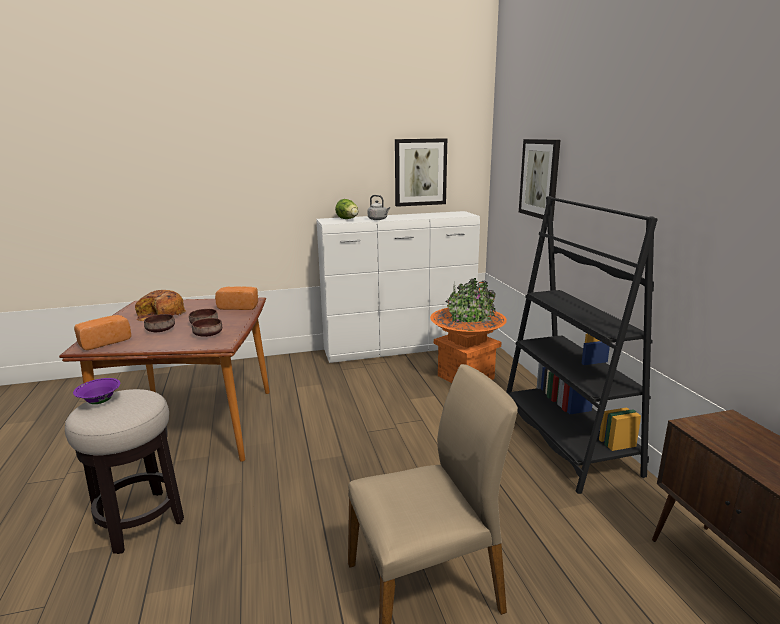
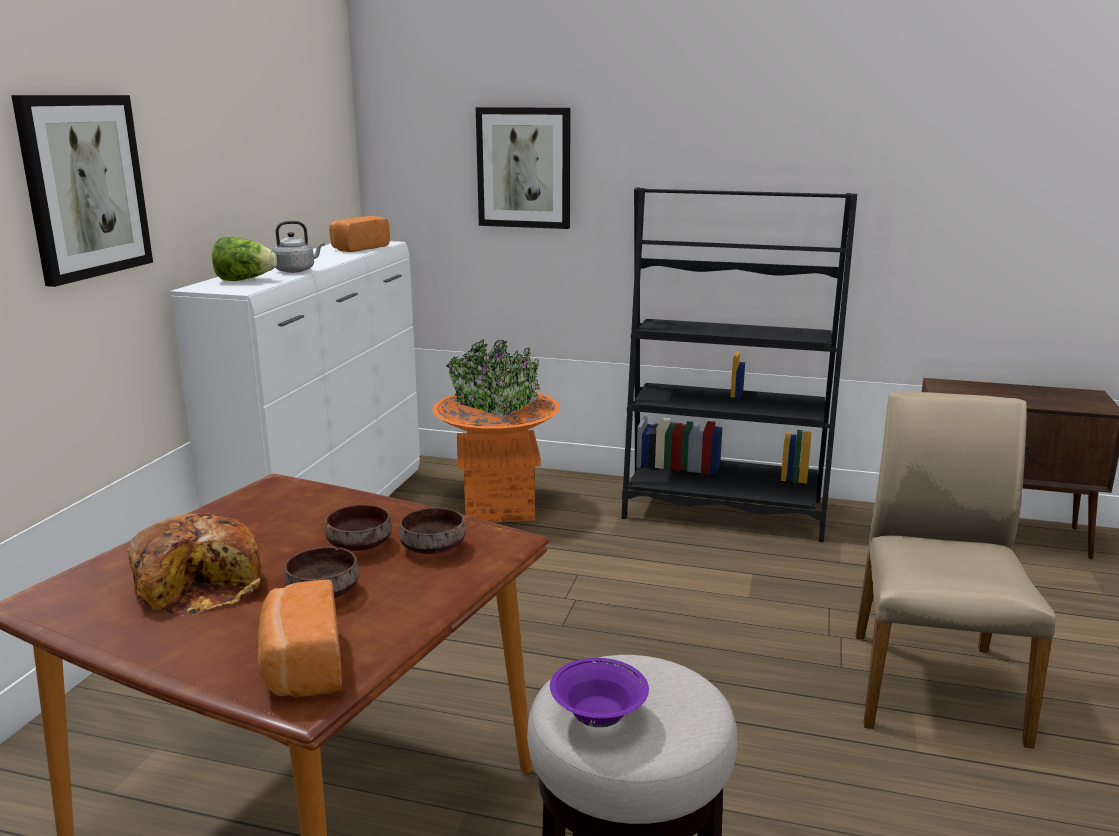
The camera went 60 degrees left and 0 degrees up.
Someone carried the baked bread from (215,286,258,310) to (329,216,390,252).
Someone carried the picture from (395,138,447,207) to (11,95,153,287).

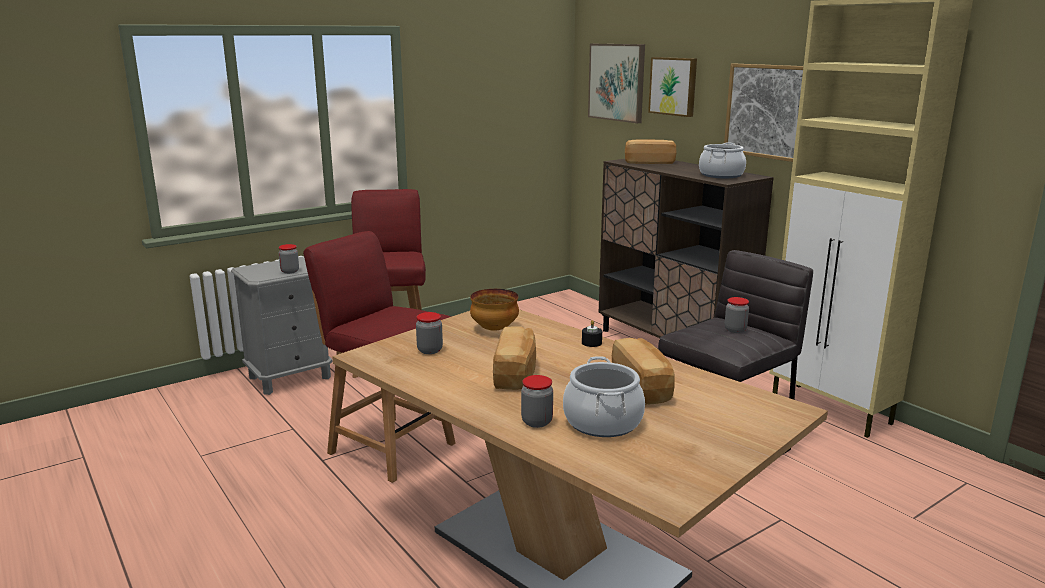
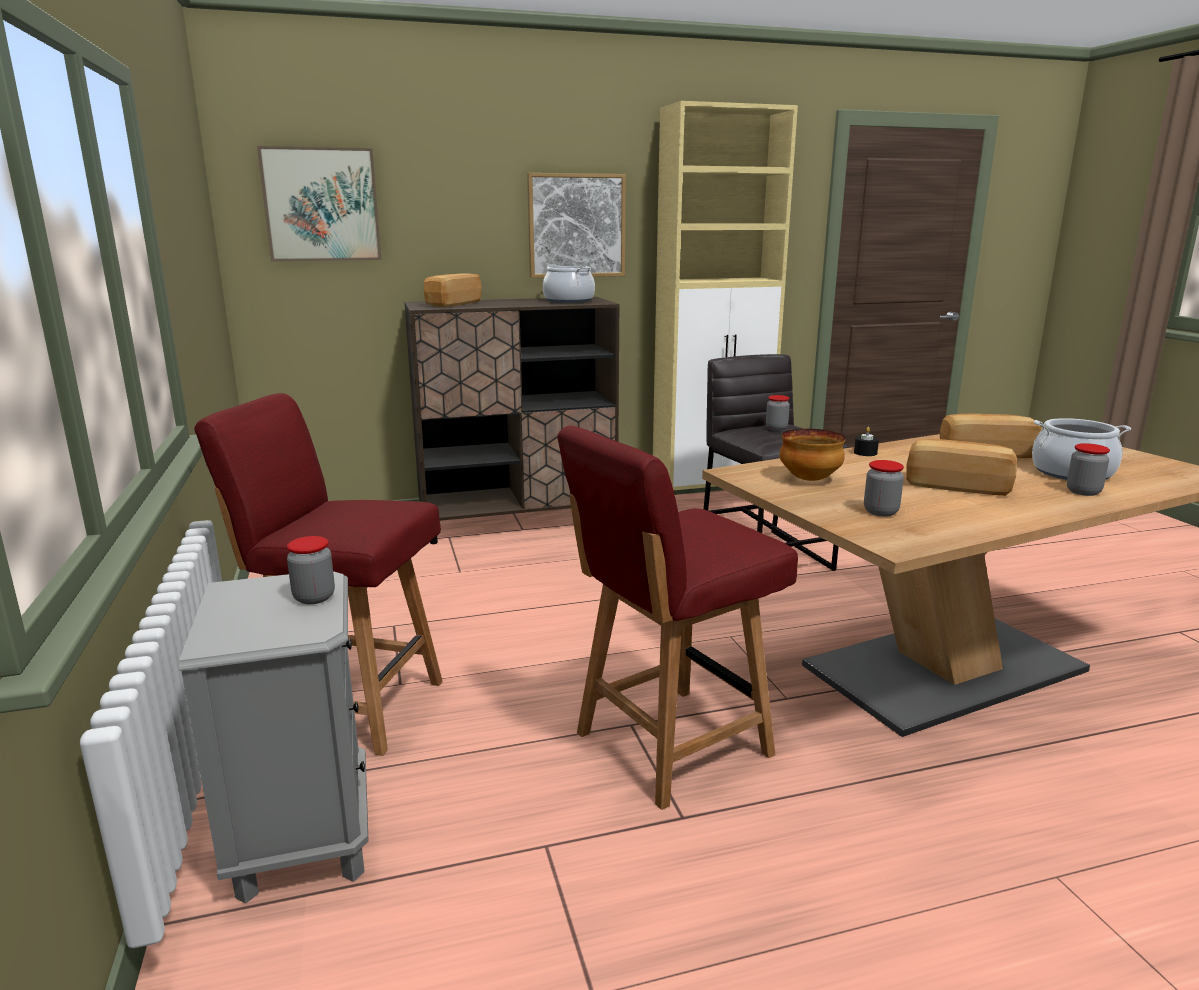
The camera went 70 degrees left and 0 degrees up.
Someone took away the picture at (648,57,697,117).

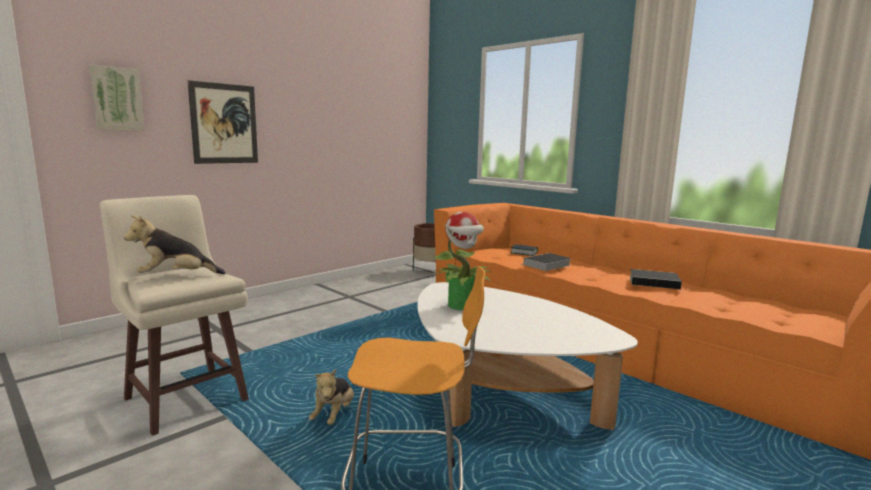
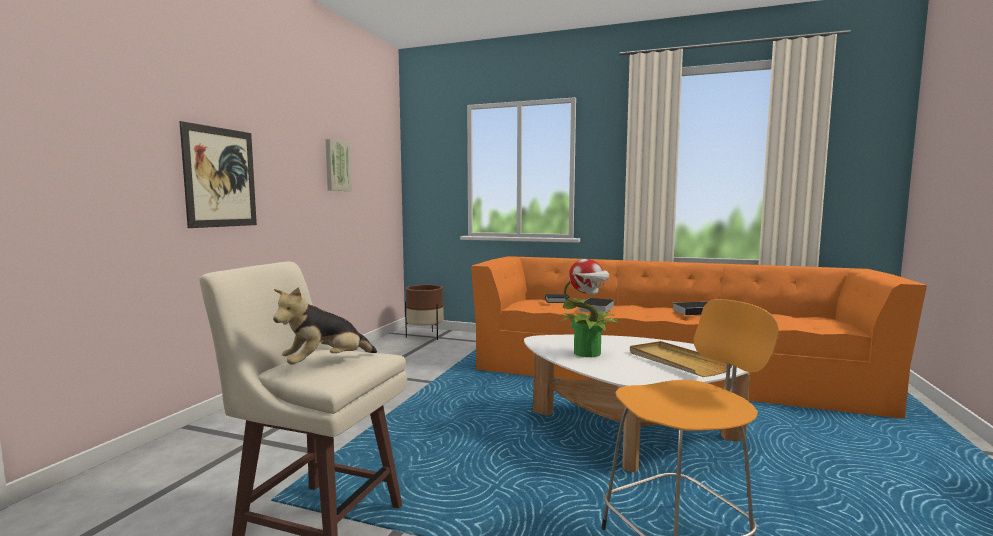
The camera went 25 degrees left and 5 degrees down.
Someone carried the picture from (89,65,145,131) to (325,139,352,191).
Someone took away the plush toy at (309,369,354,425).
Someone put down the tray/sand-coloured at (630,341,733,377).

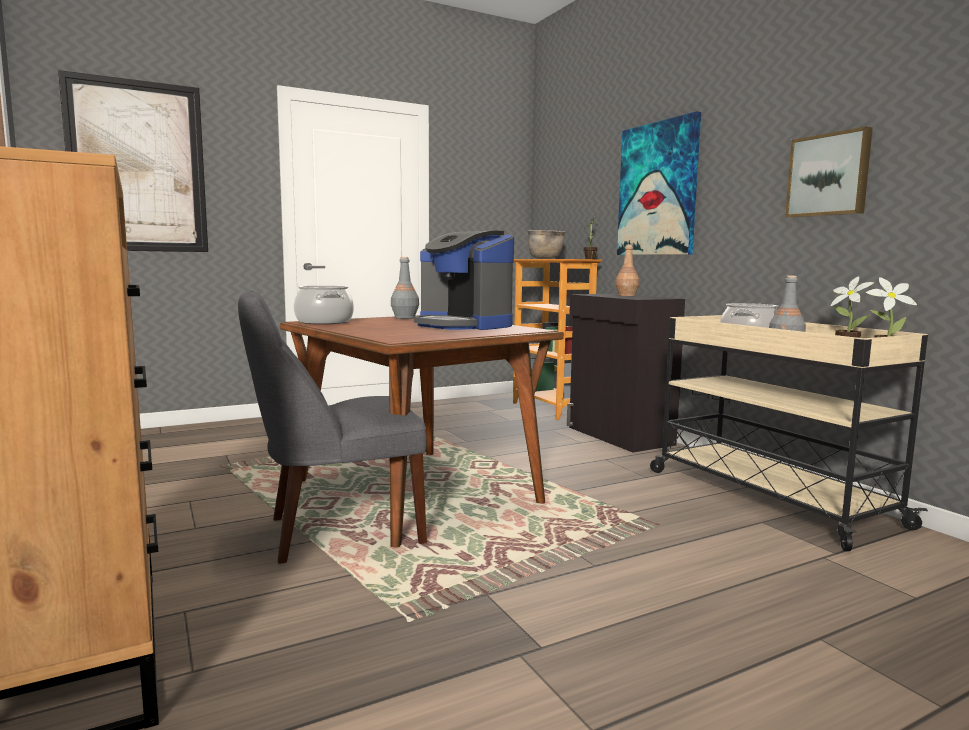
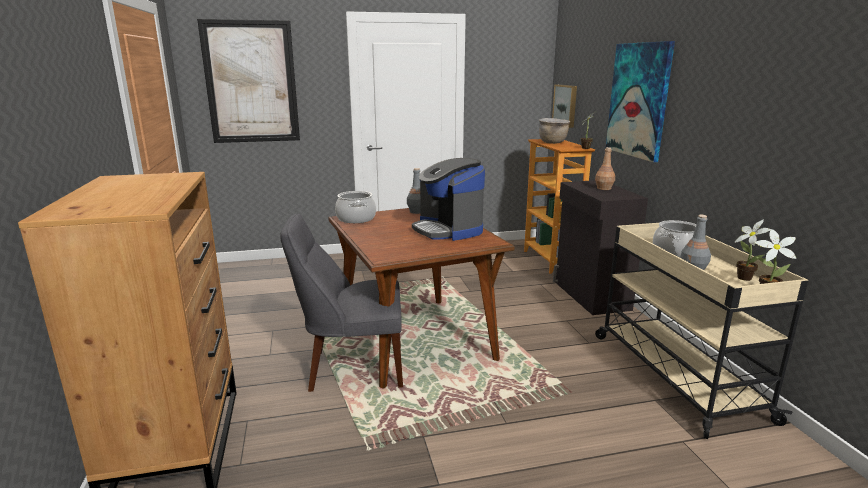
The camera went 15 degrees right and 10 degrees up.
Someone carried the picture from (785,126,873,218) to (552,84,577,128).

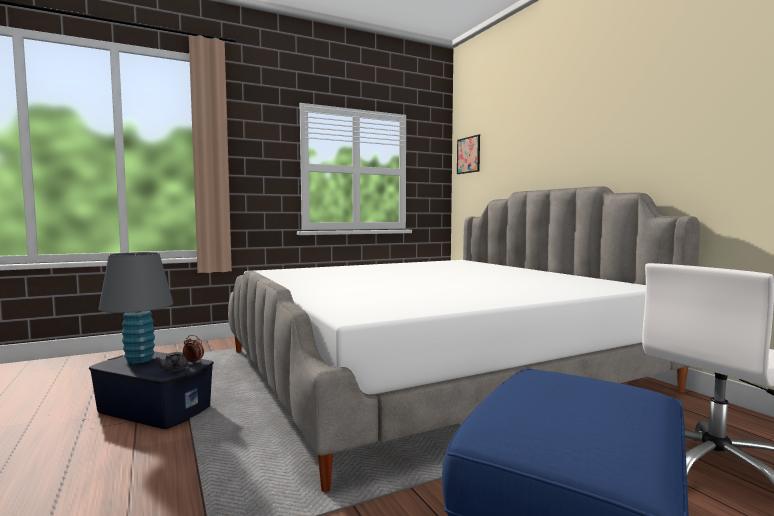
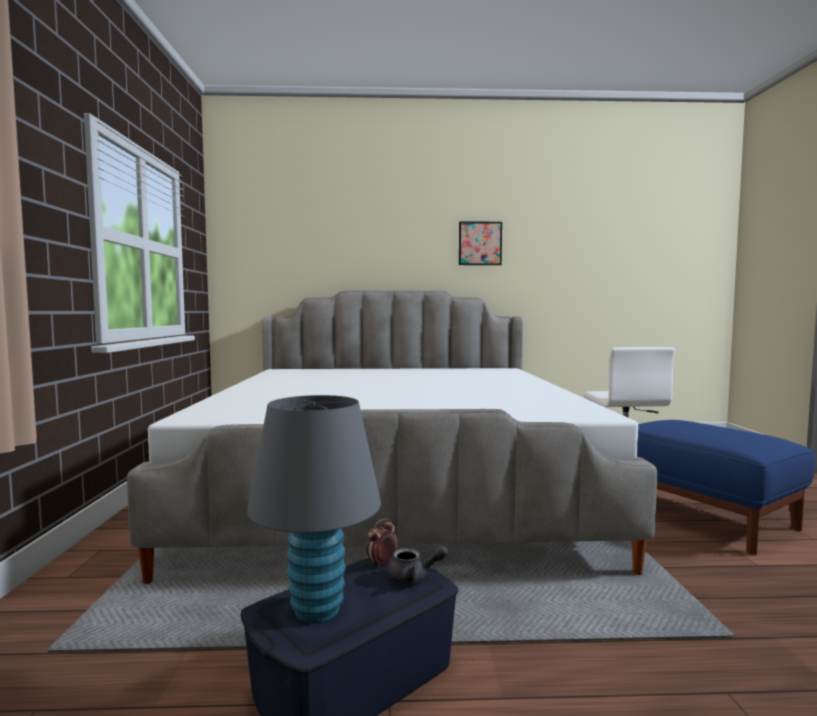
The camera went 65 degrees left and 0 degrees up.
Someone carried the picture from (457,134,480,174) to (459,221,502,265).

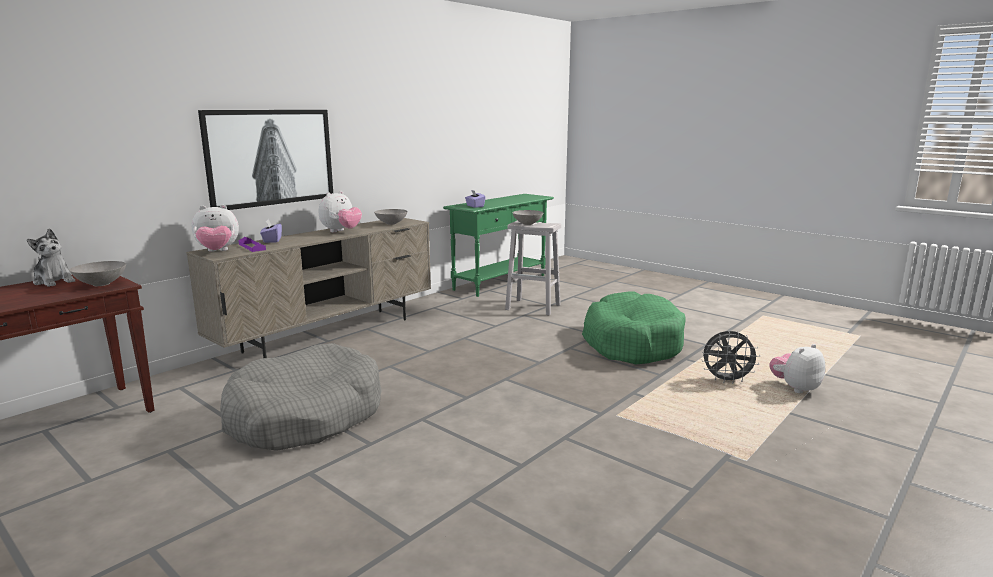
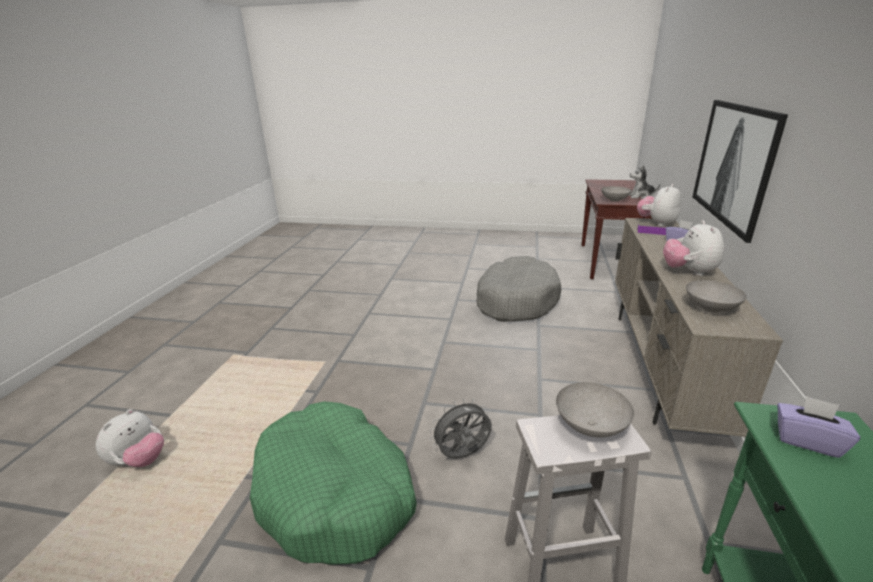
The camera went 150 degrees right and 10 degrees up.
Someone carried the cooling fan/grey from (702,331,760,384) to (429,399,492,459).

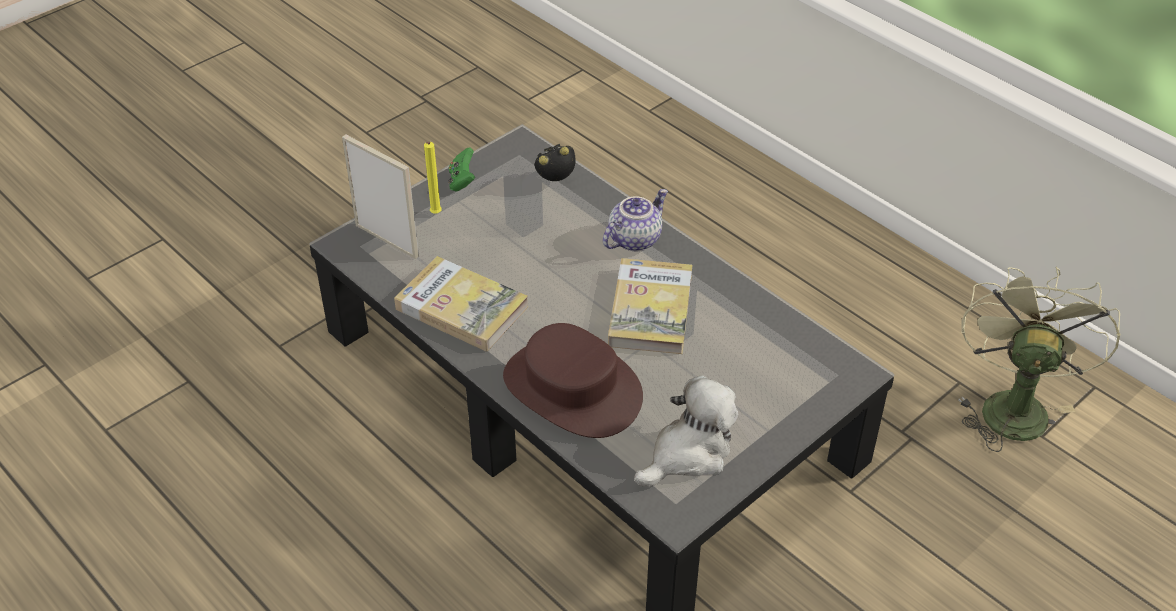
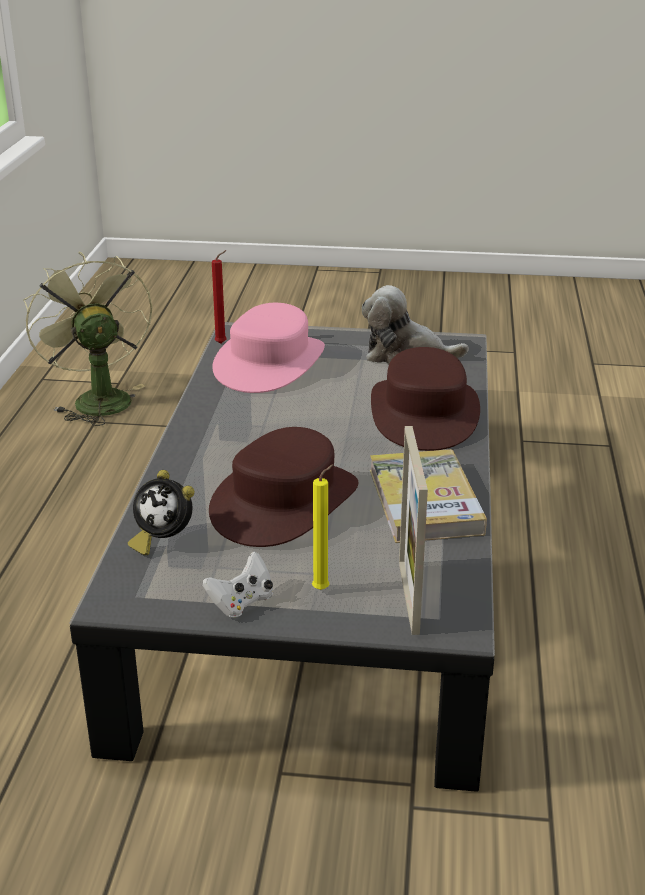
The camera went 130 degrees left and 15 degrees down.
Someone repainted the gamepad/greenish at (448,148,475,192), which became the gamepad/whitish at (202,552,273,618).
Someone took away the tea pot at (603,189,668,251).
Someone took away the volume at (608,258,693,354).
Someone rotated the cooling fan/greenish at (958,267,1120,452) by 90 degrees clockwise.
Someone put down the wearable hat/brown at (209,427,359,547).
Someone put down the candle/reddish at (212,250,227,344).
Someone put down the wearable hat/pinkish at (212,303,325,393).

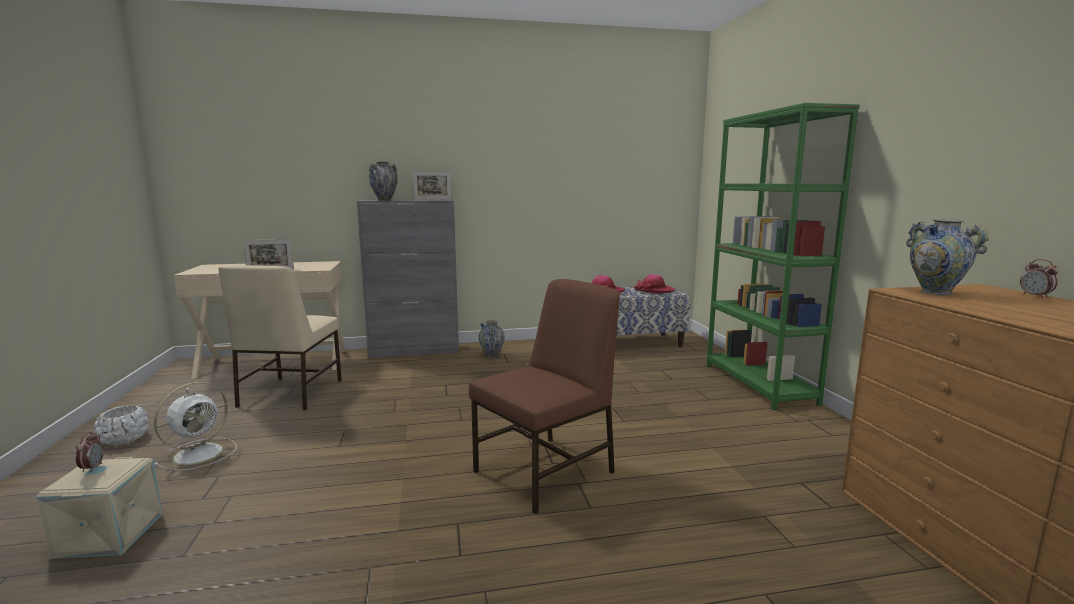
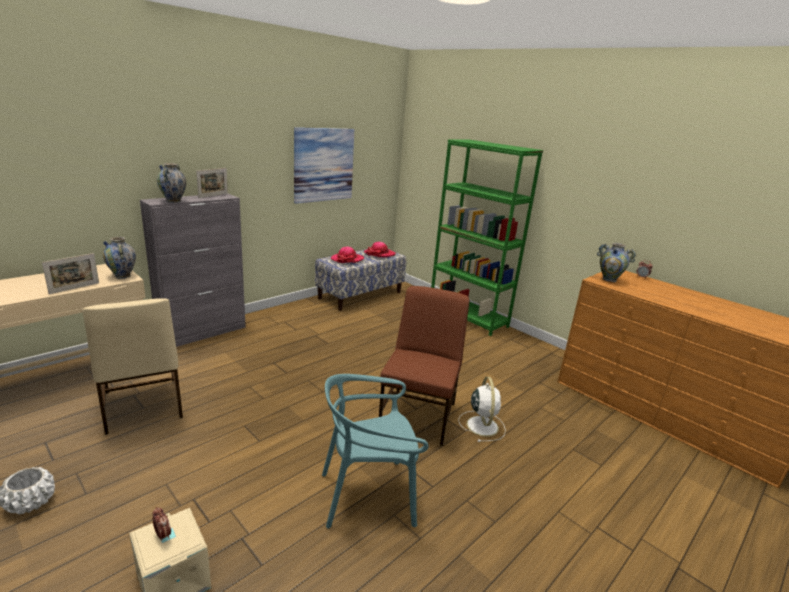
The camera went 35 degrees left and 10 degrees up.
Someone carried the cooling fan/whitish from (154,382,237,471) to (458,377,506,442).
Someone carried the flower vase from (479,320,505,358) to (103,236,136,279).
Someone put up the picture at (294,127,354,204).
Someone put down the upright chair/turquoise-coloured at (322,374,428,528).

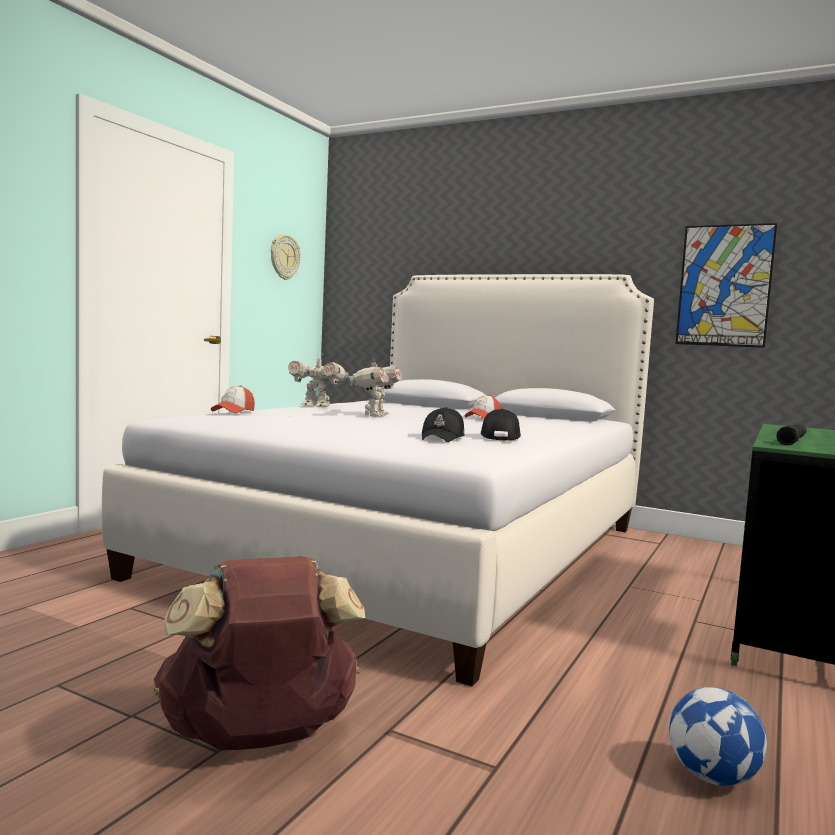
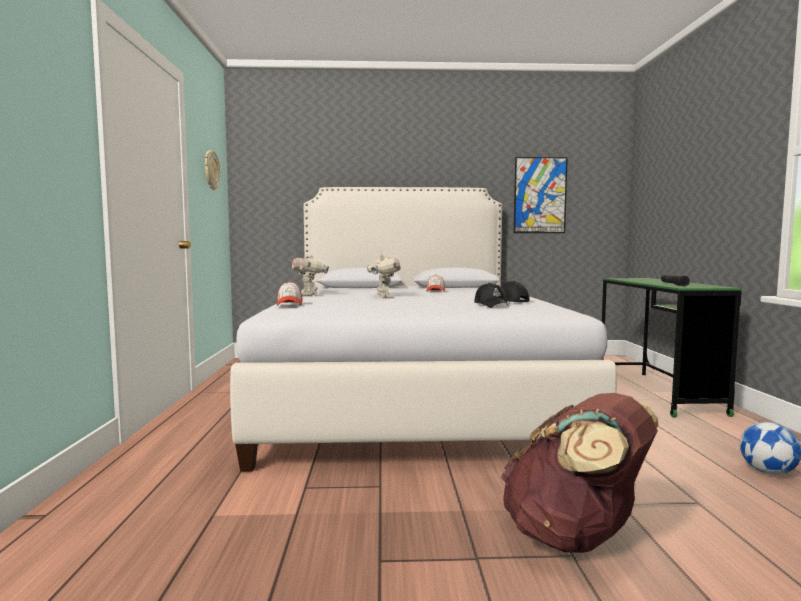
The camera went 30 degrees left and 0 degrees up.
Someone rotated the model robot at (288,353,348,407) by 75 degrees clockwise.

